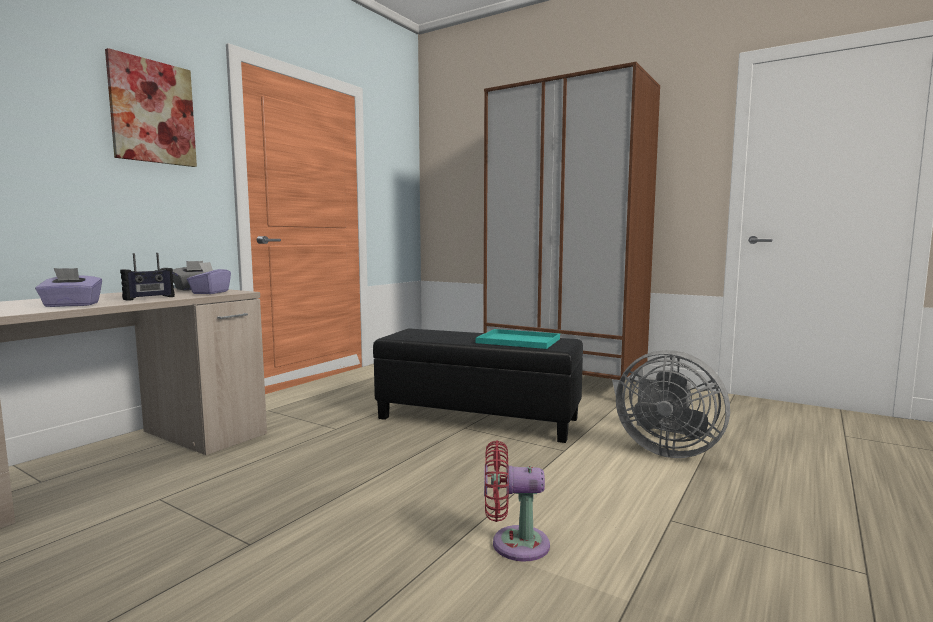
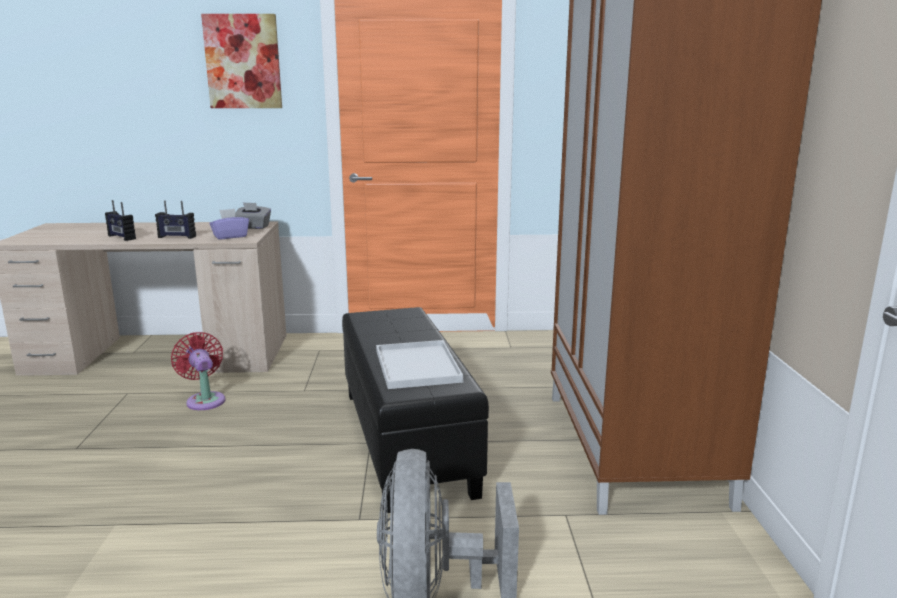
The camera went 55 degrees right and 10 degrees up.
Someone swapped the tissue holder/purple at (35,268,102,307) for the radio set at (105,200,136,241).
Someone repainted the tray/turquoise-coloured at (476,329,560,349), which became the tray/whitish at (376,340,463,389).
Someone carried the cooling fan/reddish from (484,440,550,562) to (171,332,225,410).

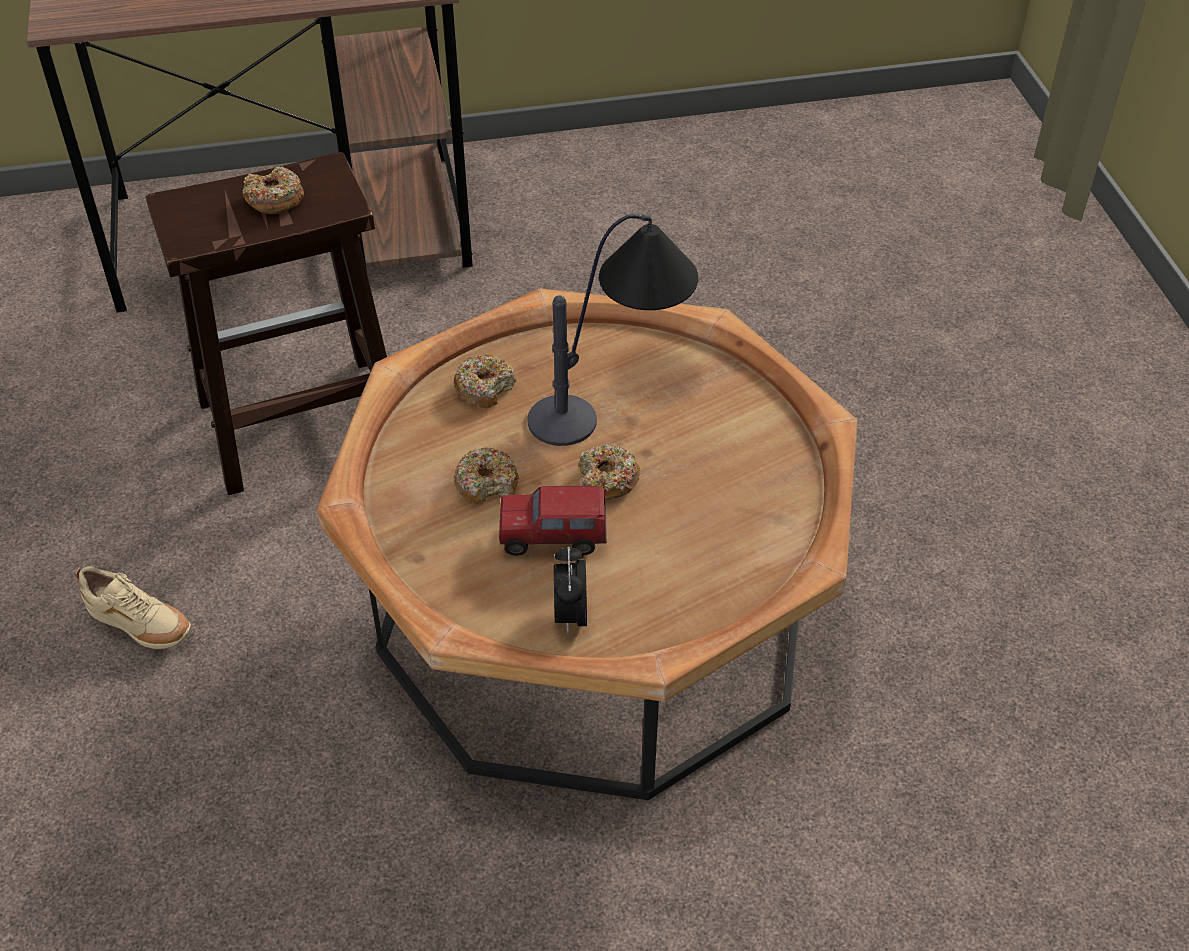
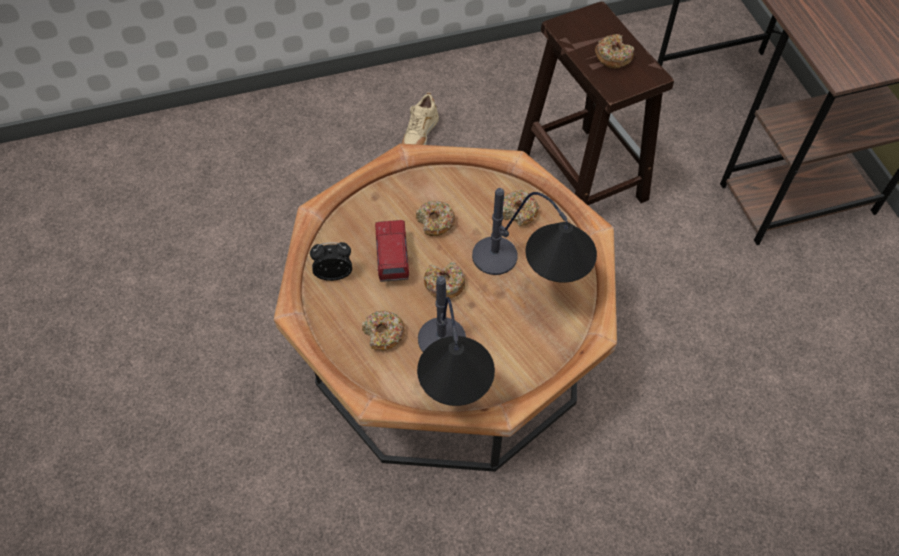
The camera went 85 degrees right and 10 degrees up.
Someone put down the doughnut at (362,310,405,350).
Someone put down the tabletop lamp at (417,276,495,406).

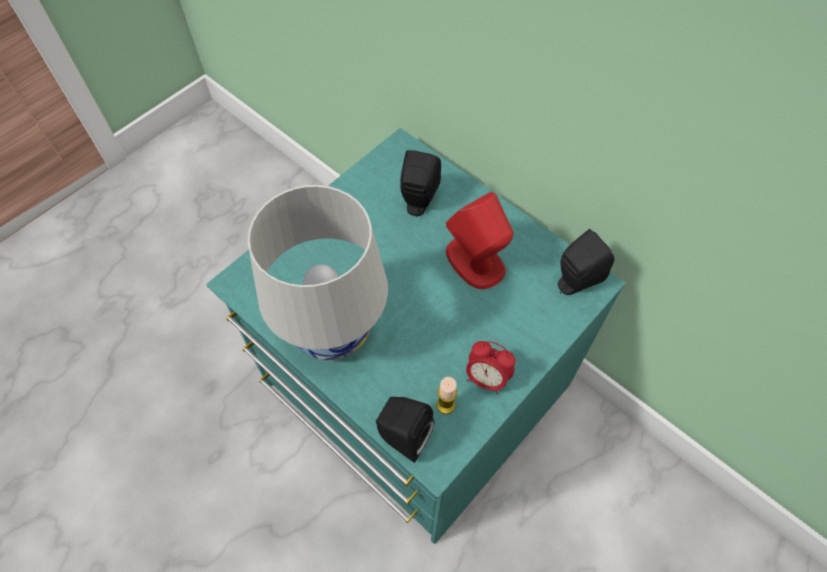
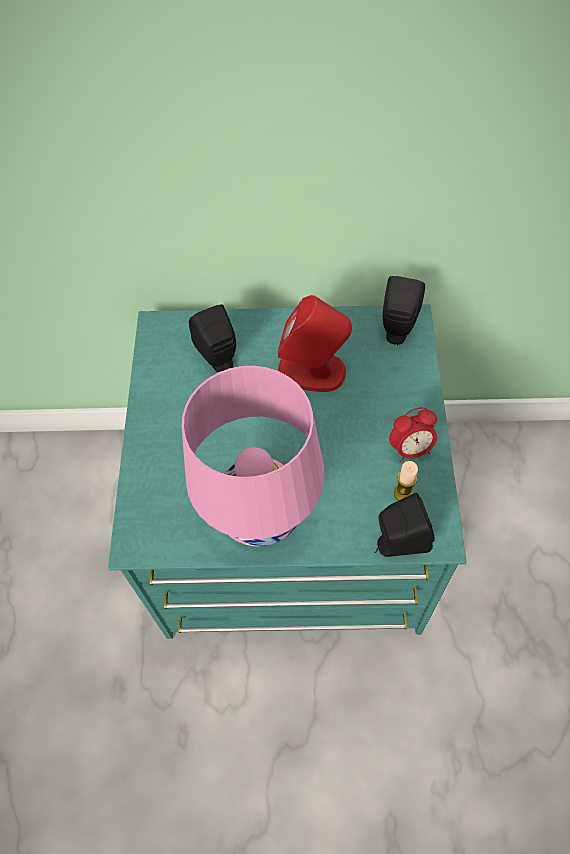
The camera went 40 degrees left and 0 degrees up.
Someone repainted the tabletop lamp/whitish at (248,185,388,360), which became the tabletop lamp/pinkish at (182,366,325,546).

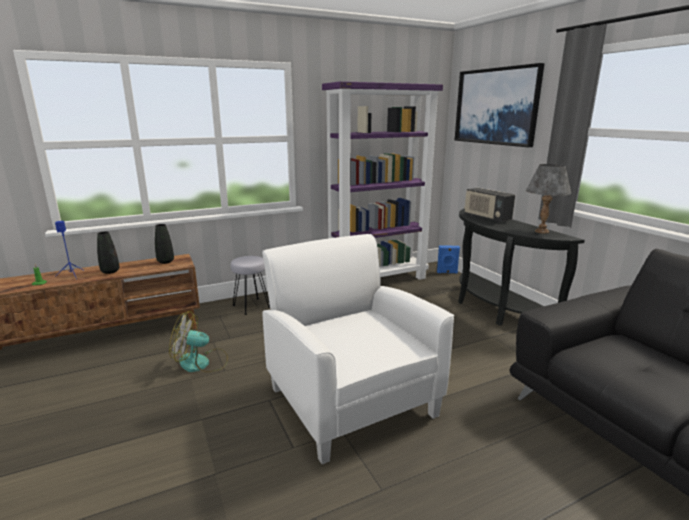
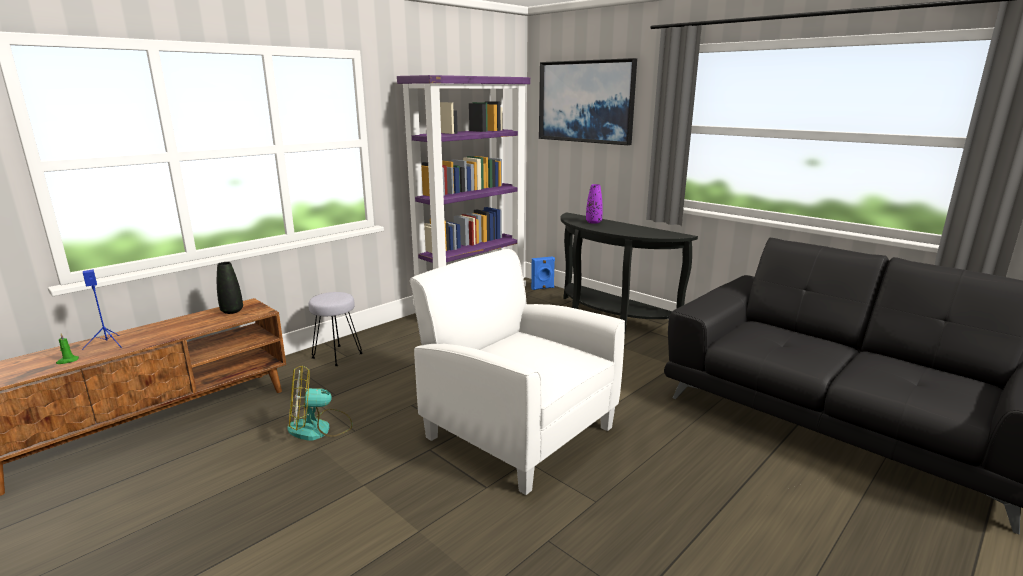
The camera went 20 degrees left and 0 degrees up.
Someone took away the flower vase/black-coloured at (97,231,119,274).
Someone swapped the radio set at (465,188,515,222) for the flower vase/purple at (586,184,603,224).
Someone took away the tabletop lamp/grey at (526,164,571,234).

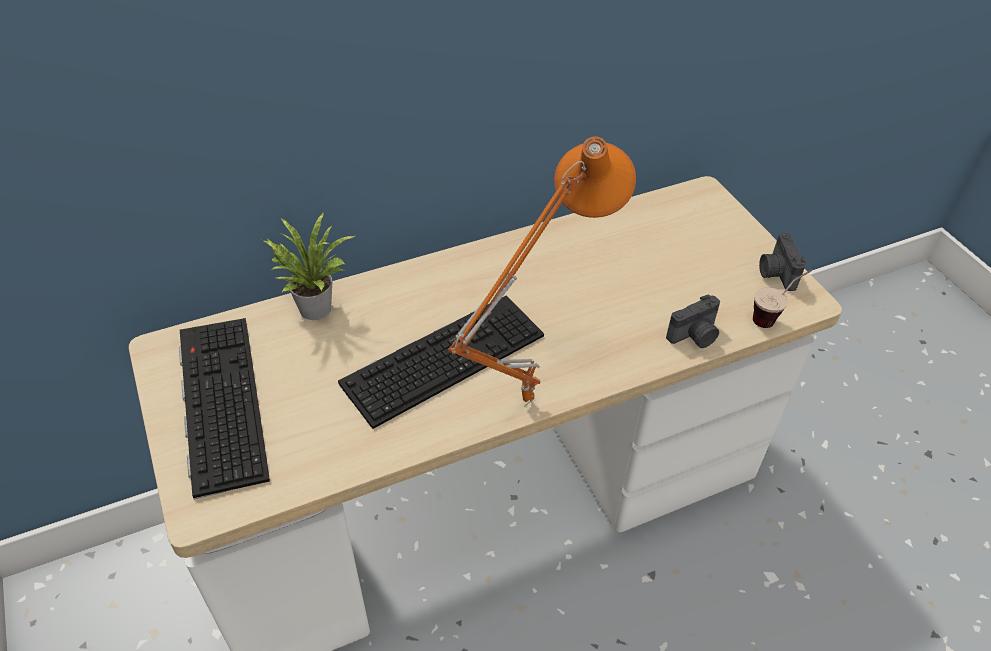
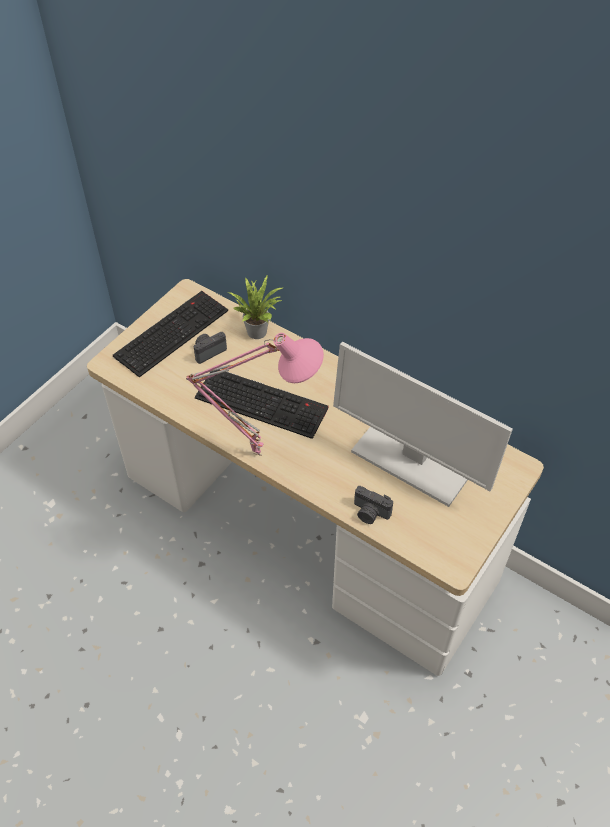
The camera went 60 degrees right and 5 degrees up.
Someone repainted the tabletop lamp/orangey at (448,136,636,407), which became the tabletop lamp/pinkish at (186,333,324,456).
Someone took away the drinking cup at (753,270,812,328).
Someone carried the photo camera from (759,233,806,291) to (194,332,227,364).
Someone put down the monitor at (333,342,513,507).

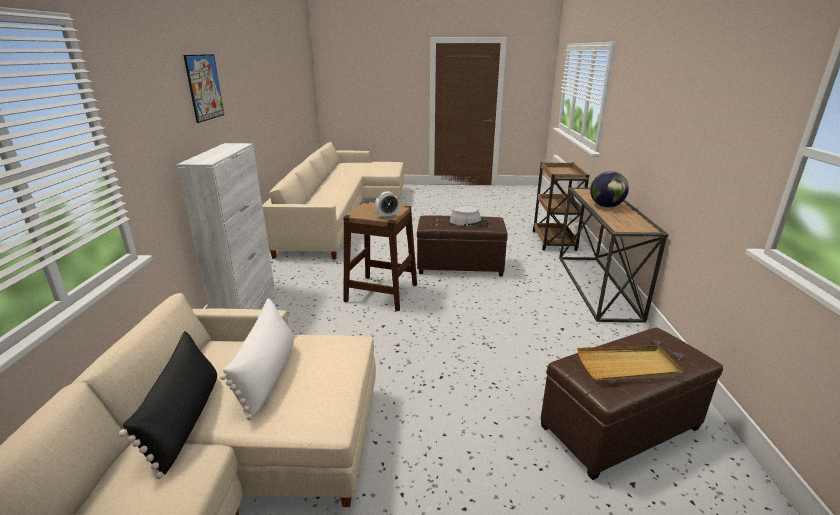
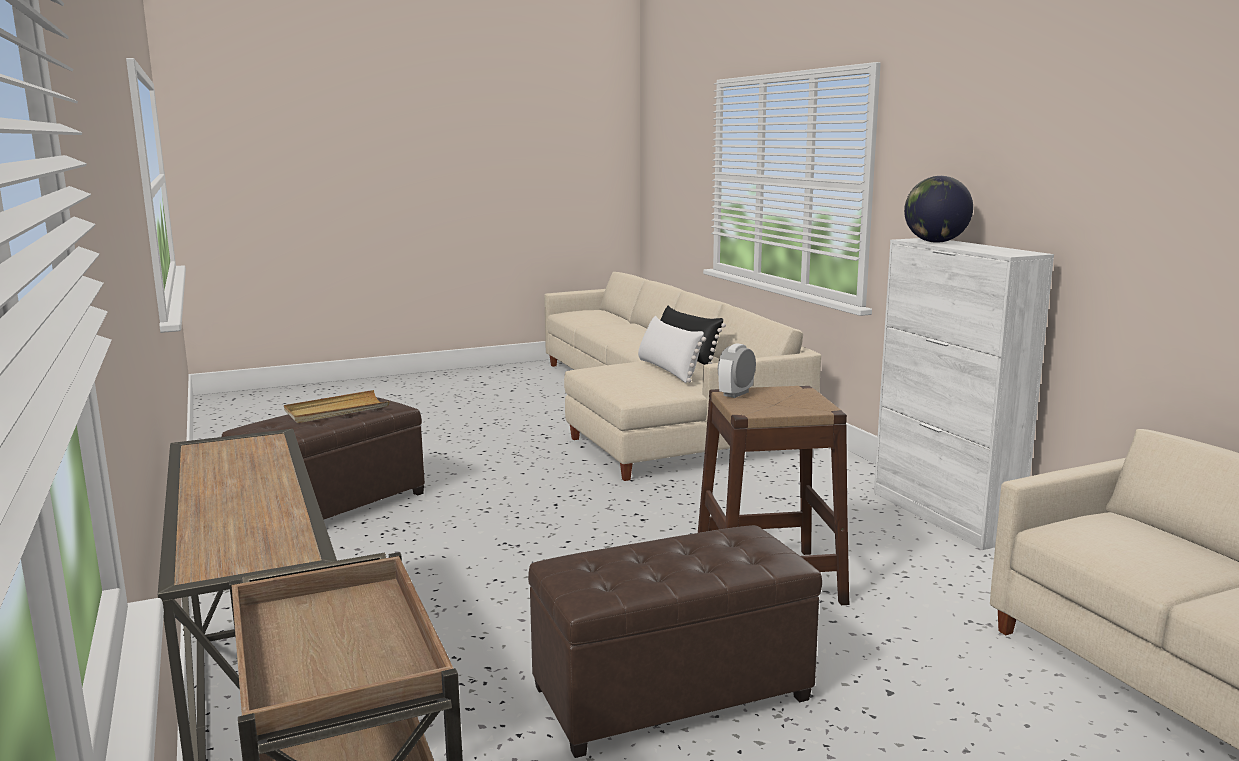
The camera went 155 degrees right and 10 degrees down.
Someone took away the picture at (183,54,224,123).
Someone took away the wearable hat/grey at (450,206,489,227).
Someone carried the world globe from (590,171,629,208) to (904,176,973,243).

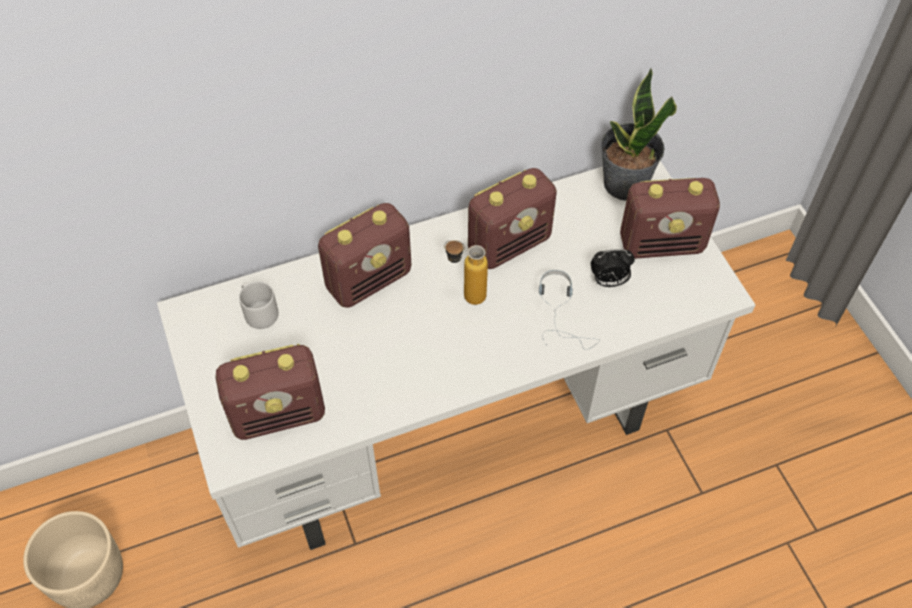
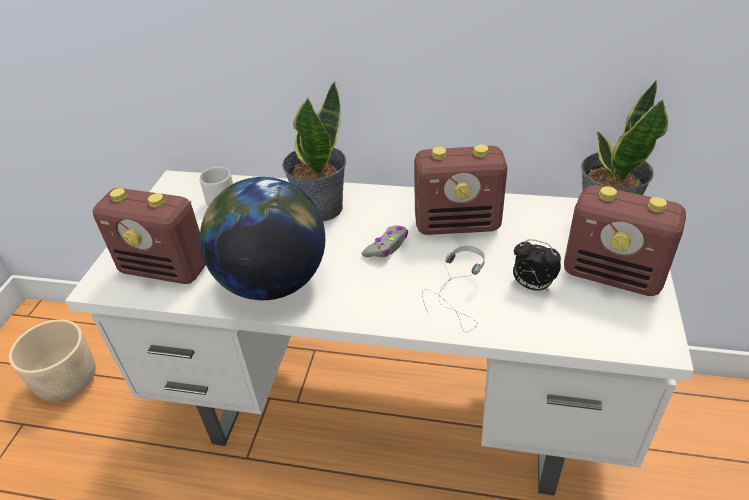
The camera went 35 degrees right and 15 degrees down.
Someone swapped the radio set at (318,203,411,308) for the plant in a pot at (282,81,346,221).
Someone swapped the drink bottle at (444,240,488,305) for the gamepad/grey at (362,225,408,258).
Someone put down the world globe at (200,177,325,300).

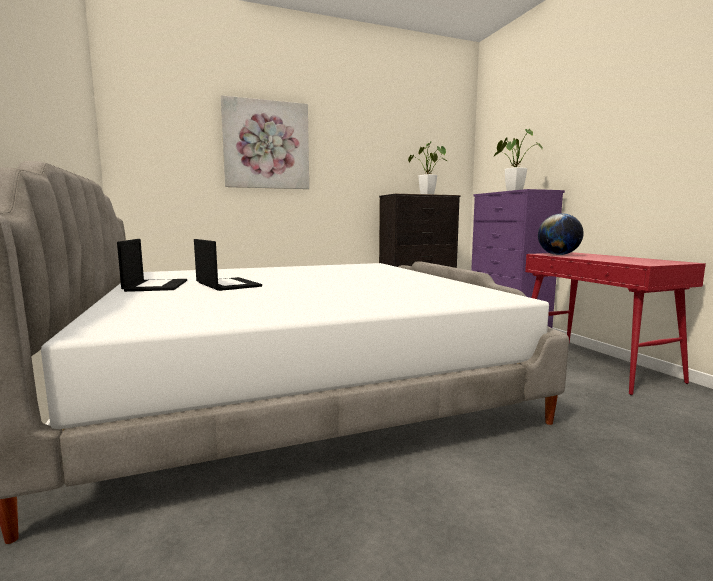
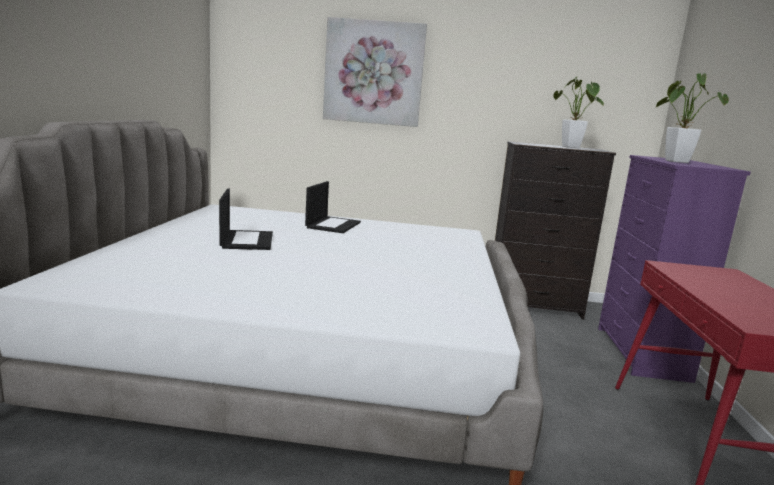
The camera went 25 degrees right and 5 degrees up.
Someone carried the notebook computer from (117,239,187,292) to (305,181,361,233).
Someone took away the world globe at (538,213,584,255).

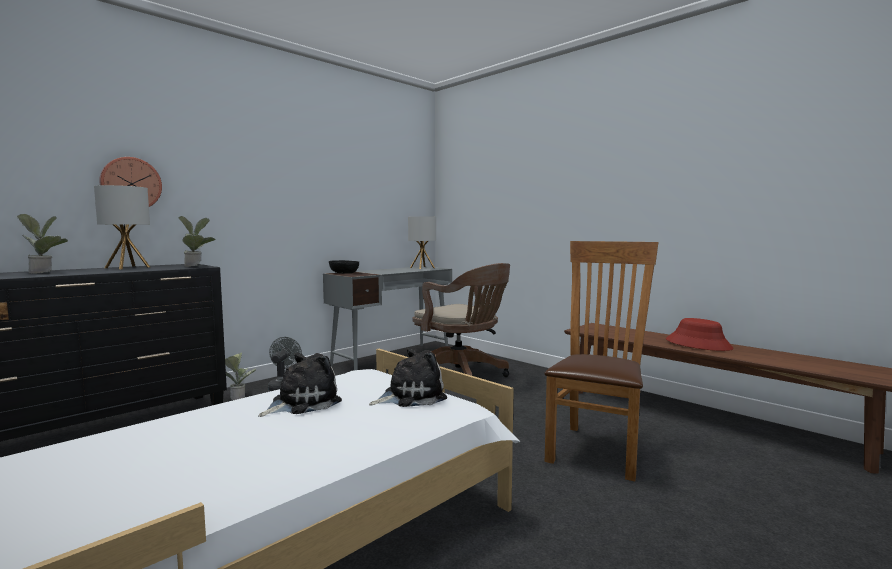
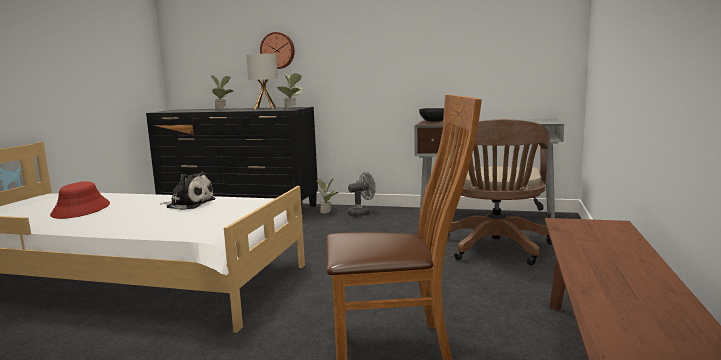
The camera went 60 degrees right and 5 degrees up.
Someone took away the plush toy at (369,348,447,407).
Someone took away the tabletop lamp at (408,217,436,269).
Someone carried the wearable hat/reddish from (666,318,734,351) to (50,181,110,219).

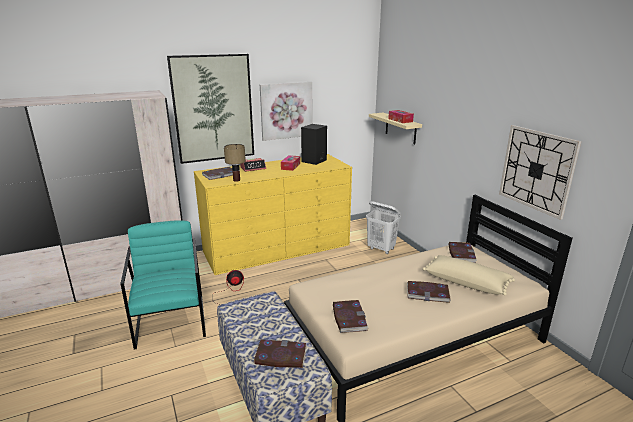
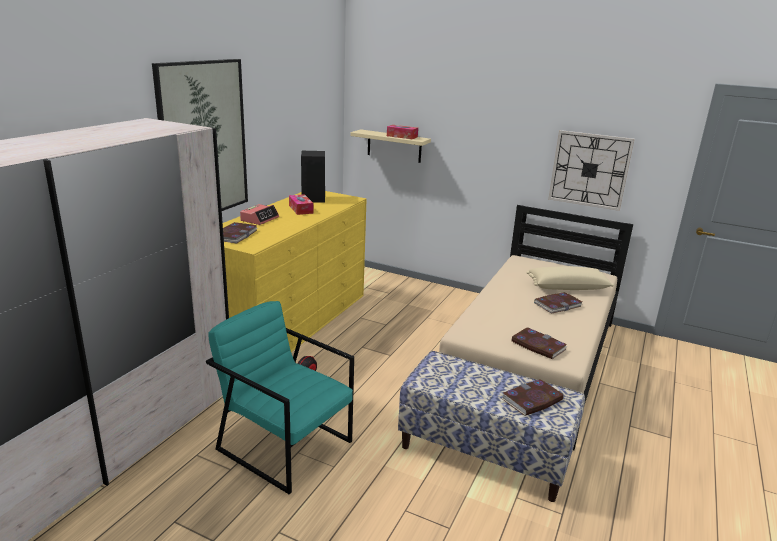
The camera went 40 degrees left and 0 degrees up.
Someone took away the tabletop lamp at (224,144,246,182).
Someone took away the picture at (260,82,312,141).
Someone took away the laundry basket/whitish at (366,201,401,254).
Someone took away the volume at (448,242,477,263).

